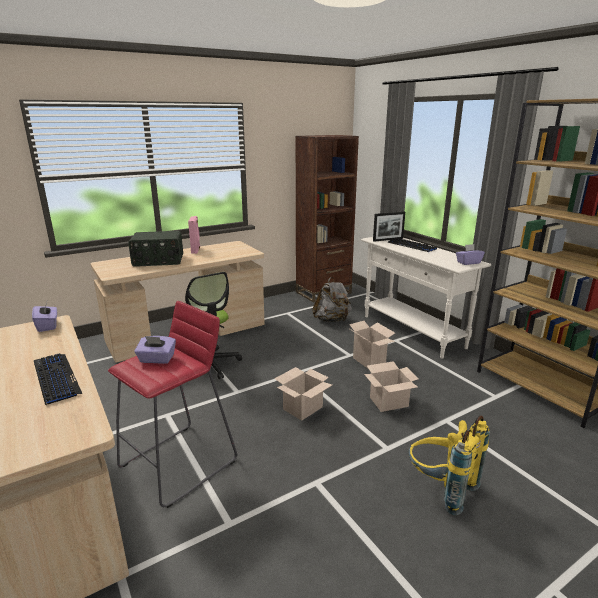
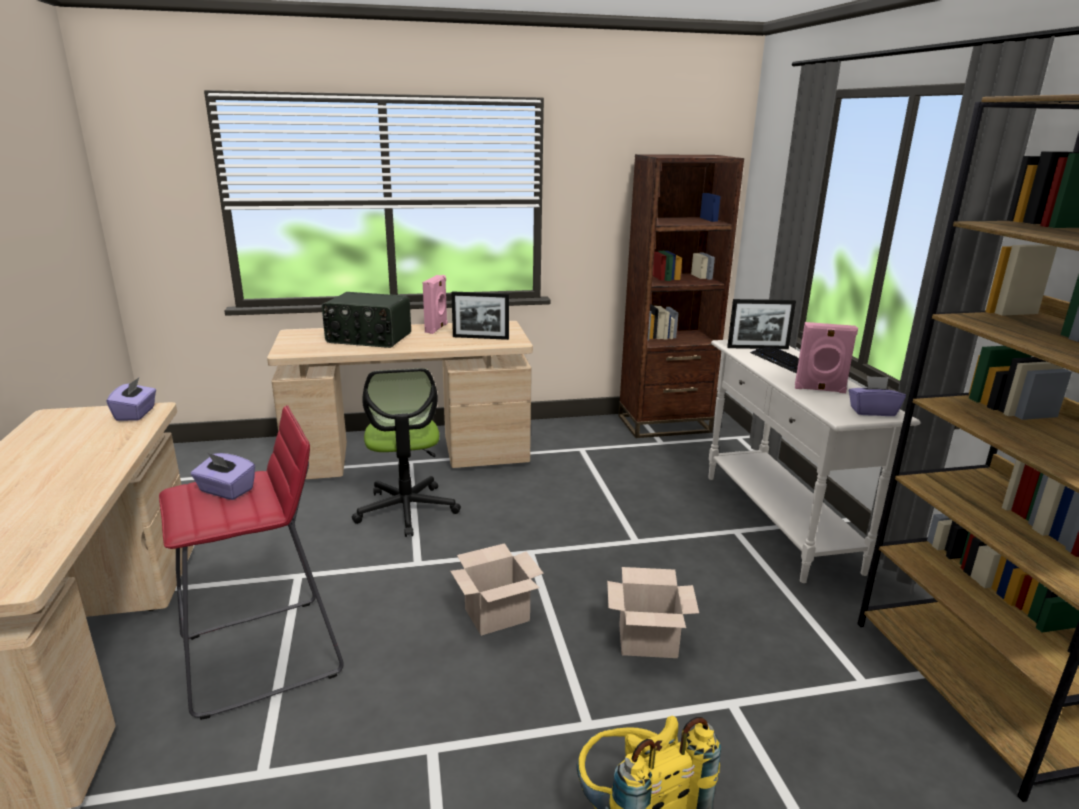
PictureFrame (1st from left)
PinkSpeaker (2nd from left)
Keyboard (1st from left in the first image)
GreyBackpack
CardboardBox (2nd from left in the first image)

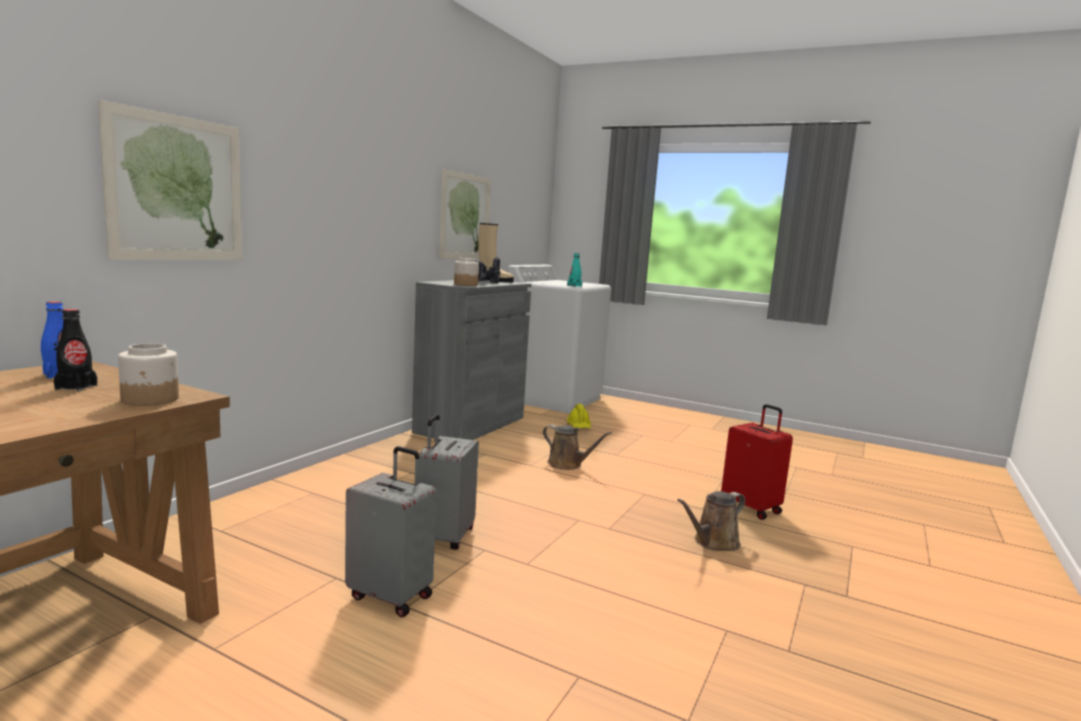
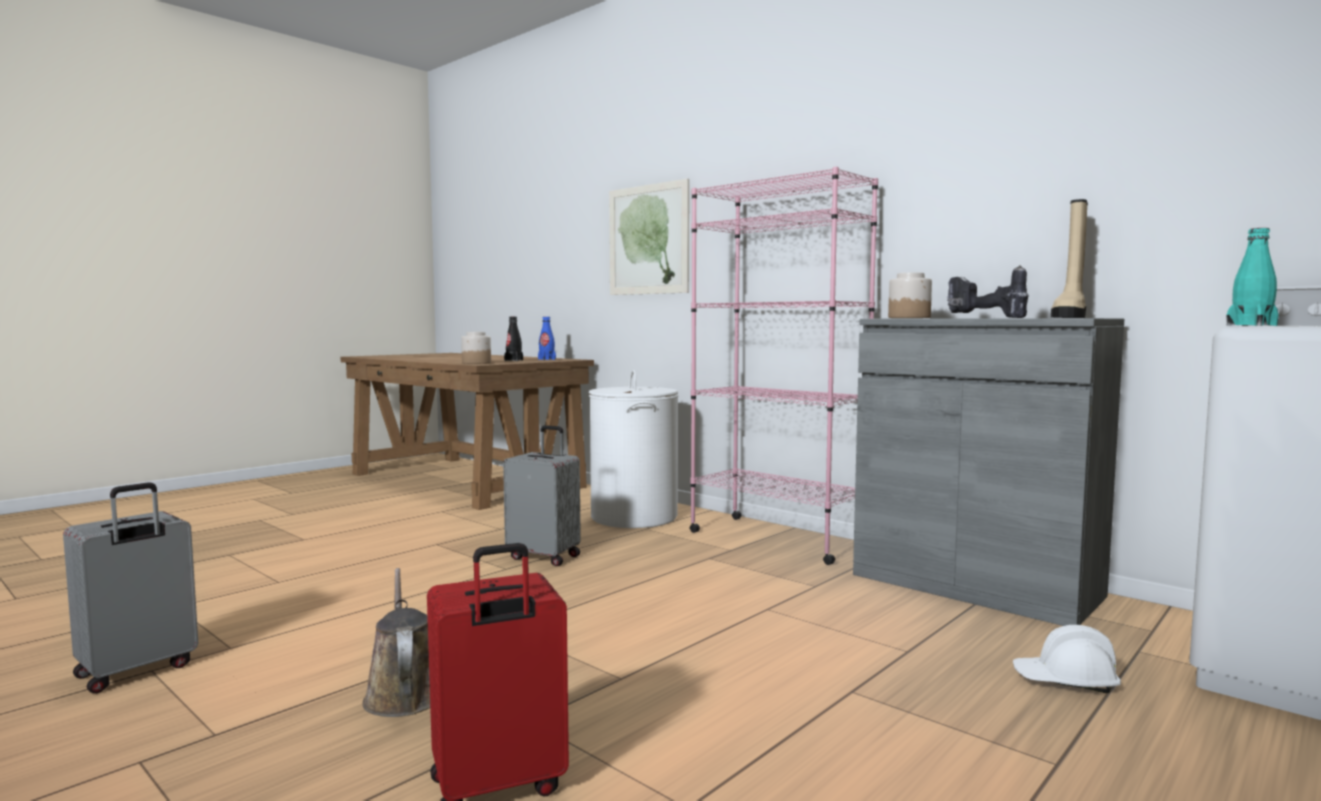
GreySuitcase (1st from left)
WhiteLaundryBasket
PinkBookcase
WhiteHardHat
Picture (2nd from left in the first image)
BrownWateringCan (1st from left in the first image)

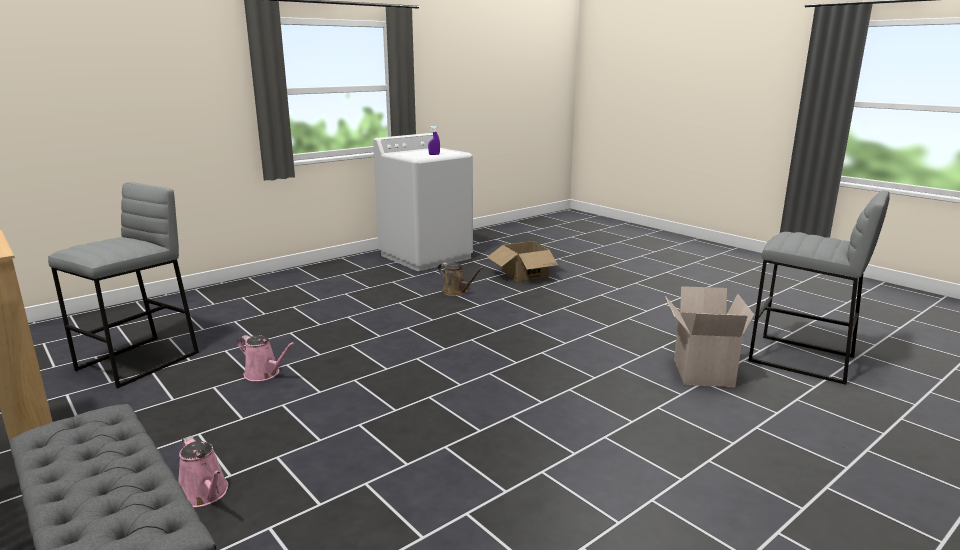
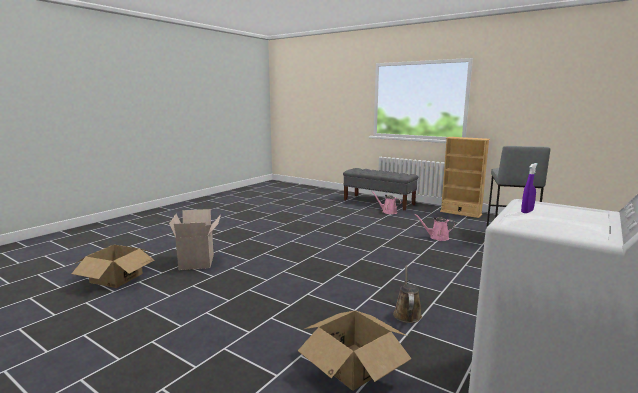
CardboardBox (1st from left)
BrownWateringCan

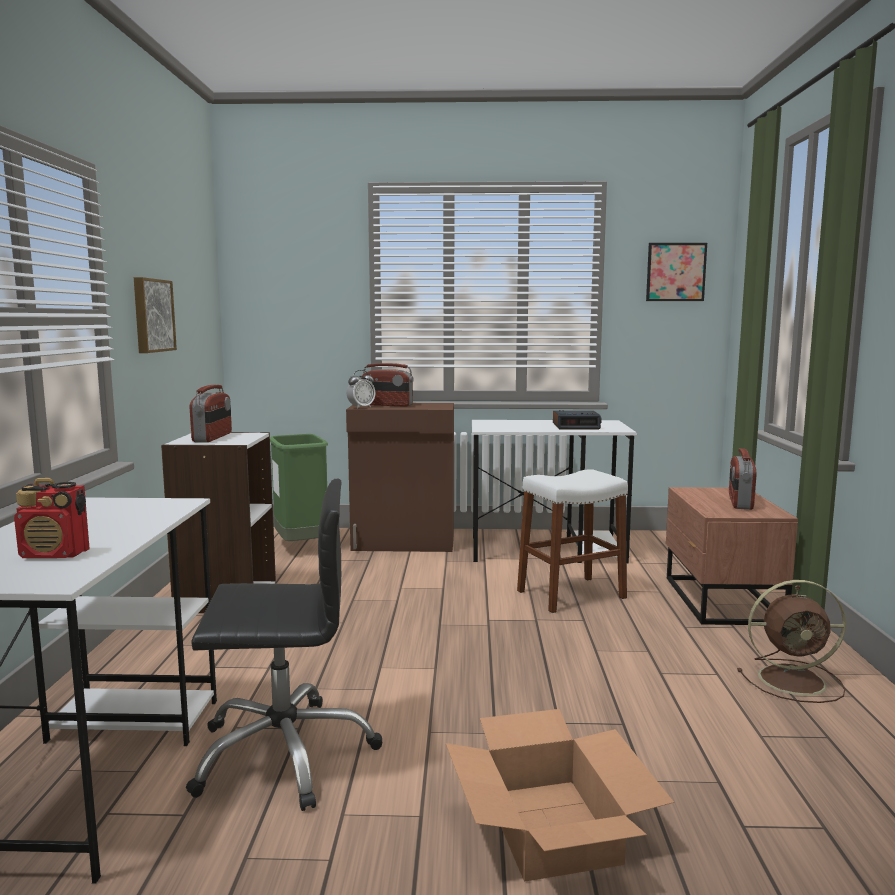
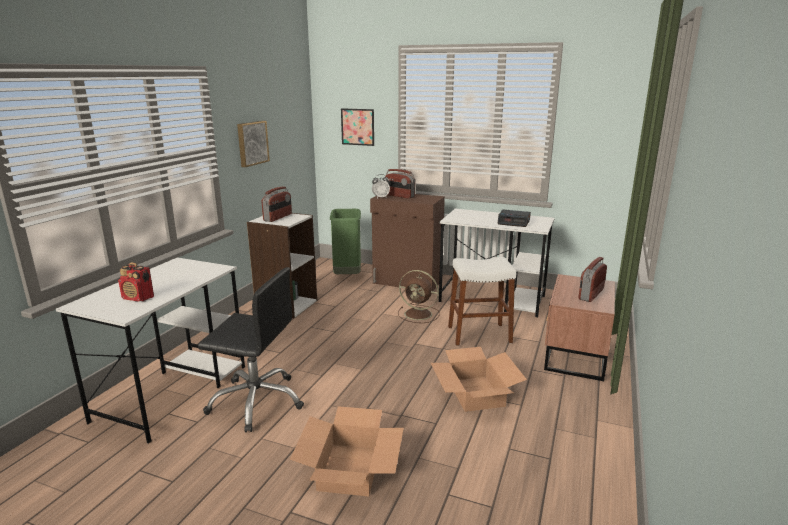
Picture (2nd from left)
BrownFan
CardboardBox (2nd from left)

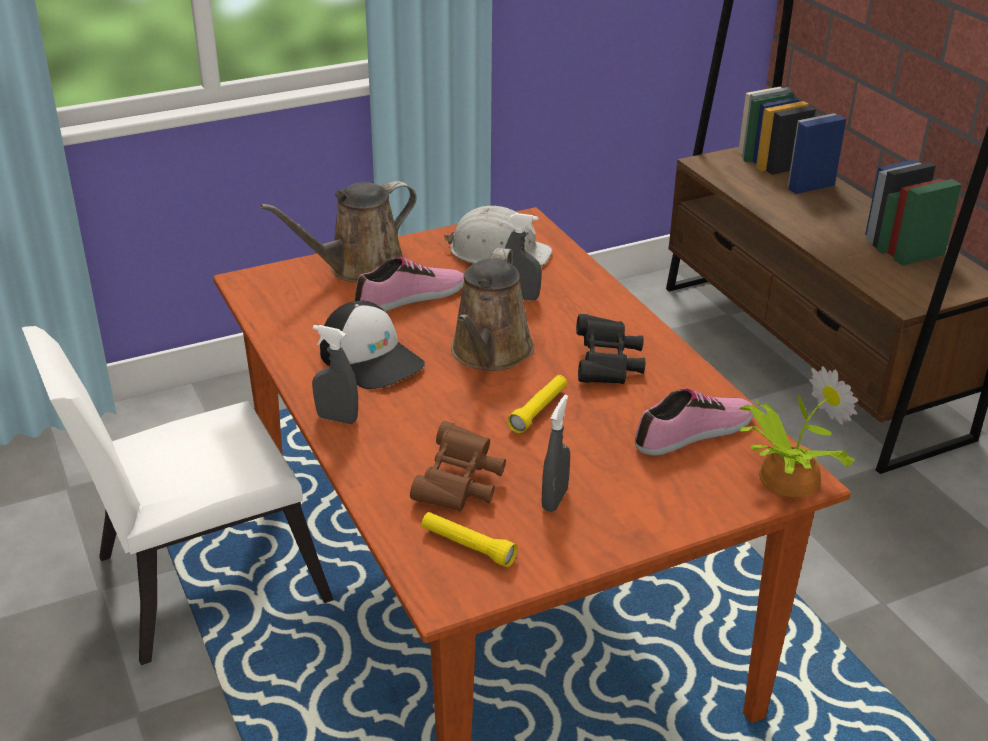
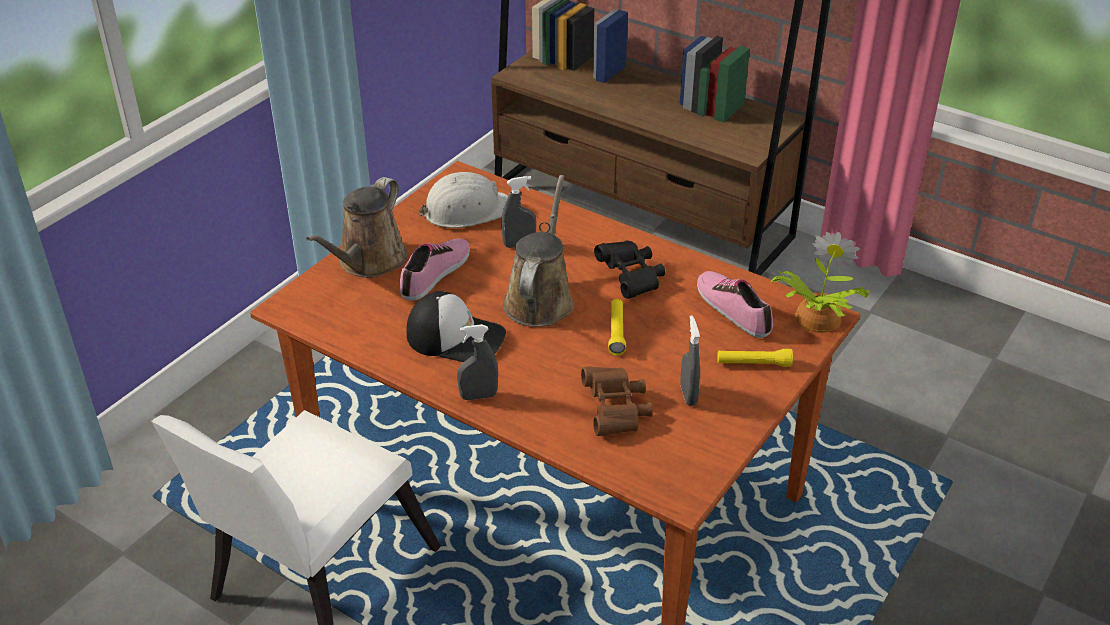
BrownWateringCan (2nd from left)
Shoe (2nd from left)
YellowFlashlight (2nd from left)

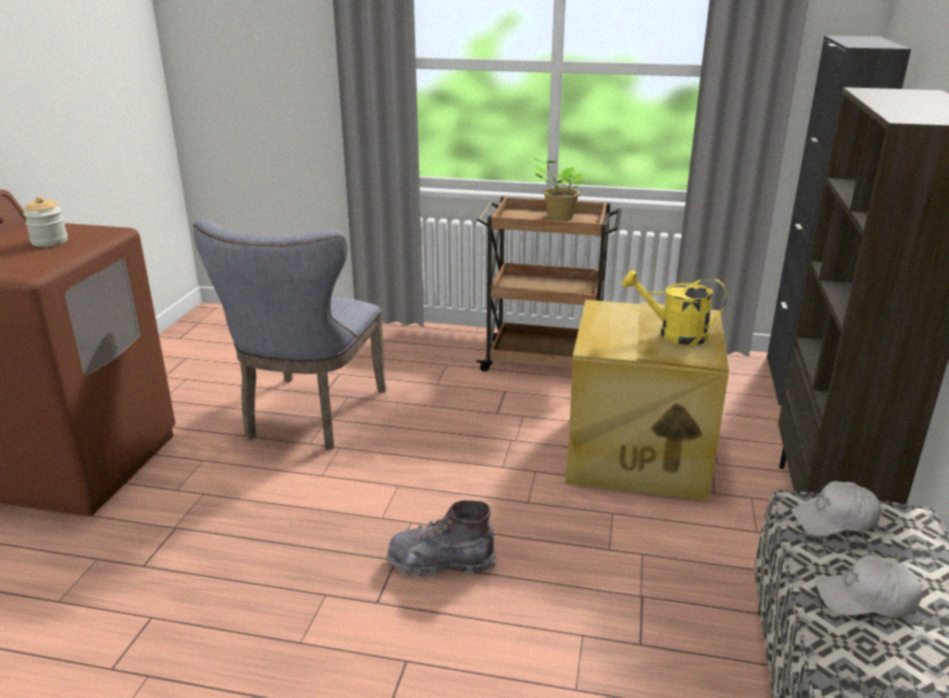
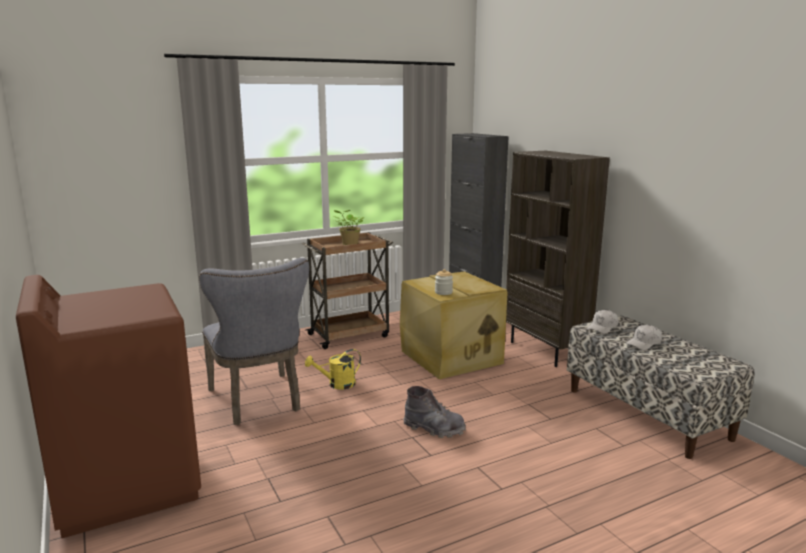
YellowWateringCan
GreyBoot
Jar

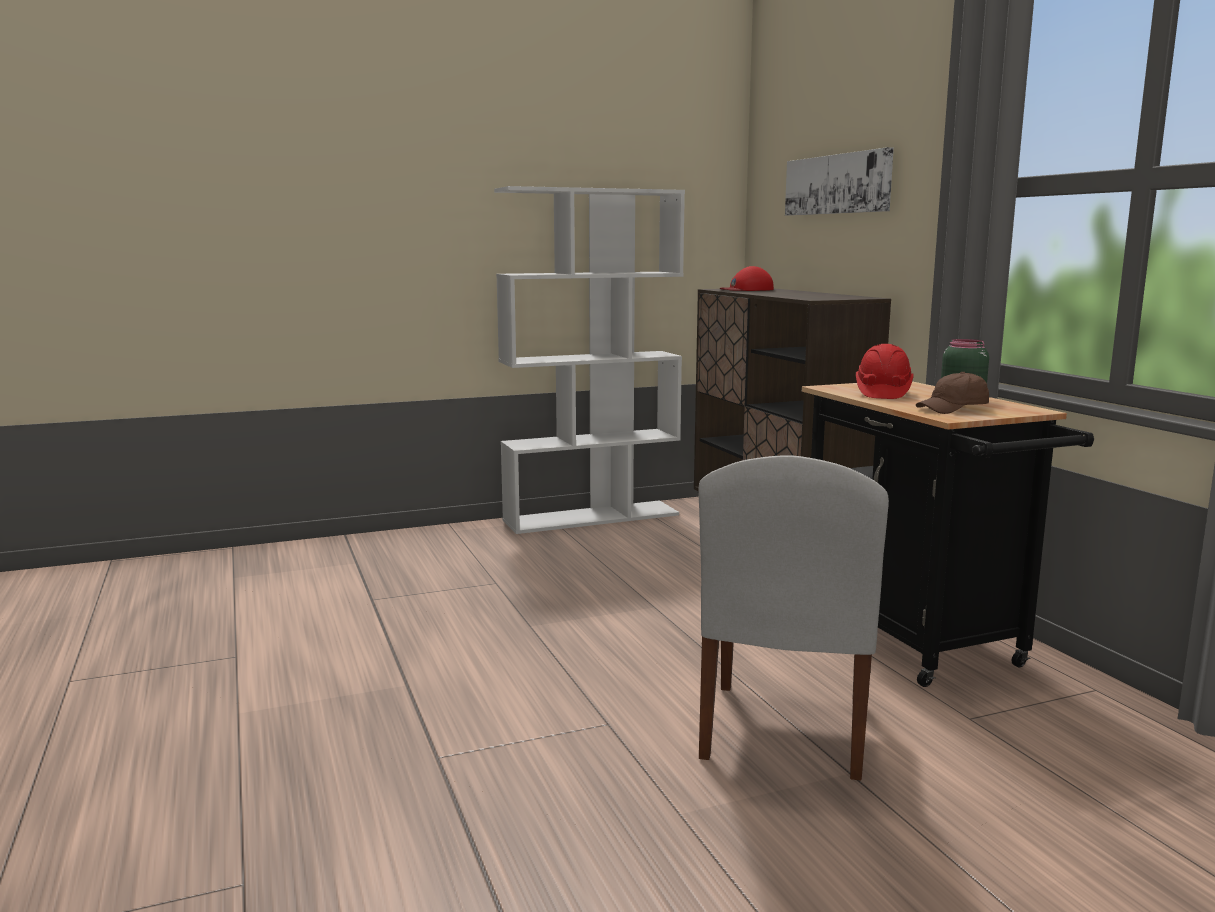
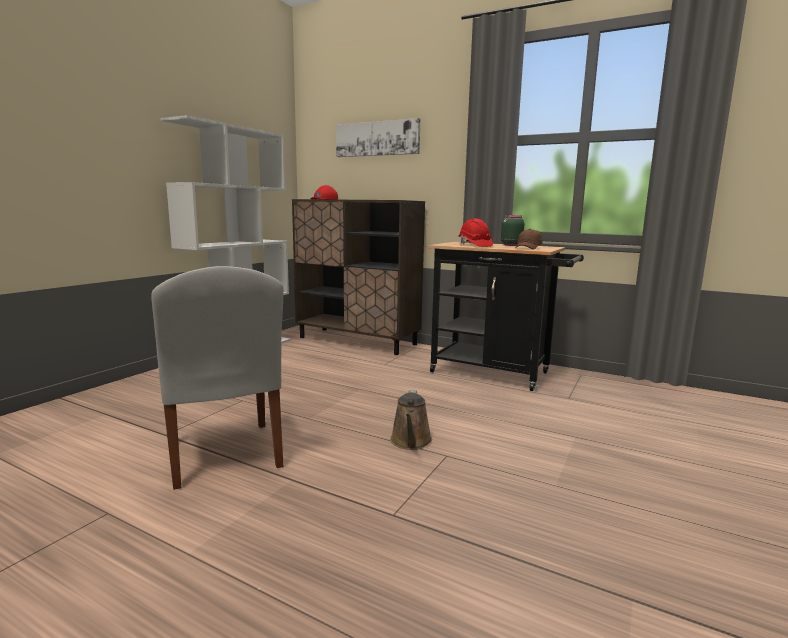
WhiteChair
BrownWateringCan

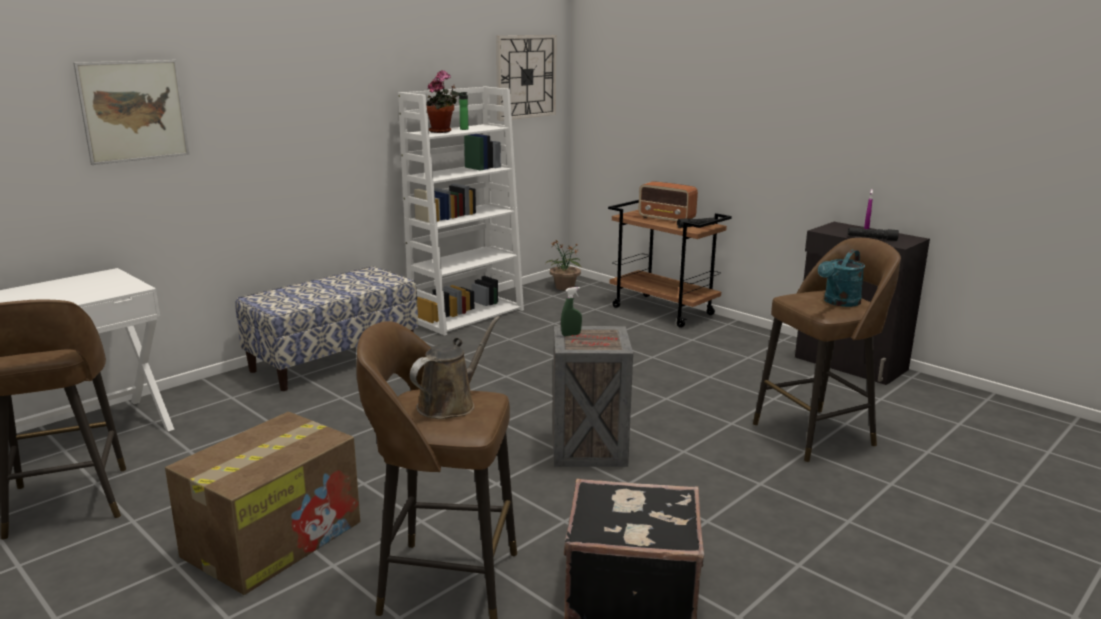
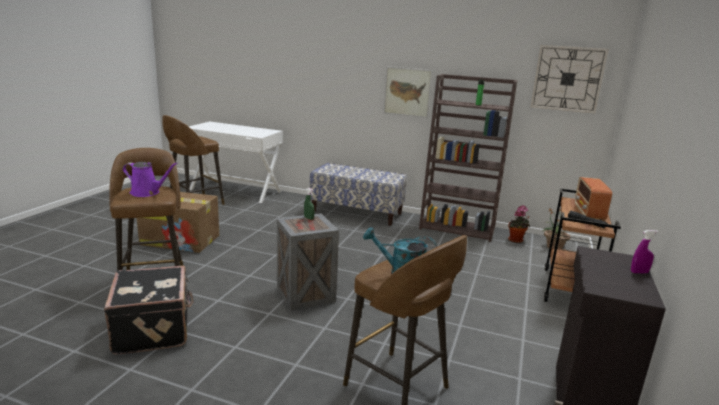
PurpleWateringCan
Picture
BrownBookcase
PottedPlant (1st from left)
BlackFlashlight (2nd from left in the first image)

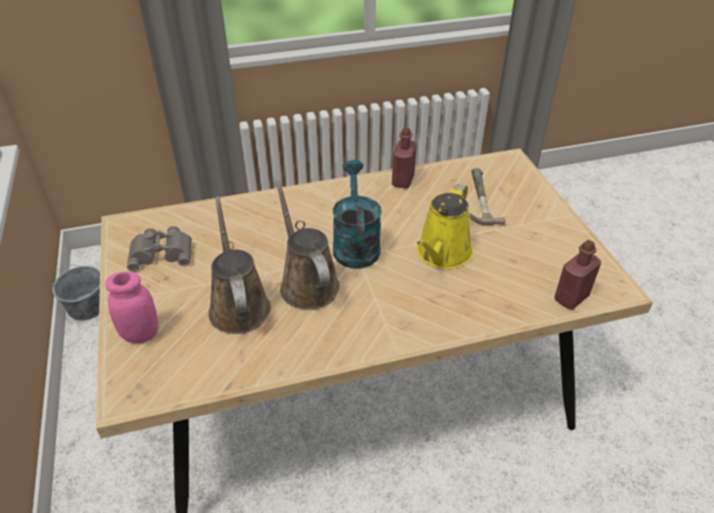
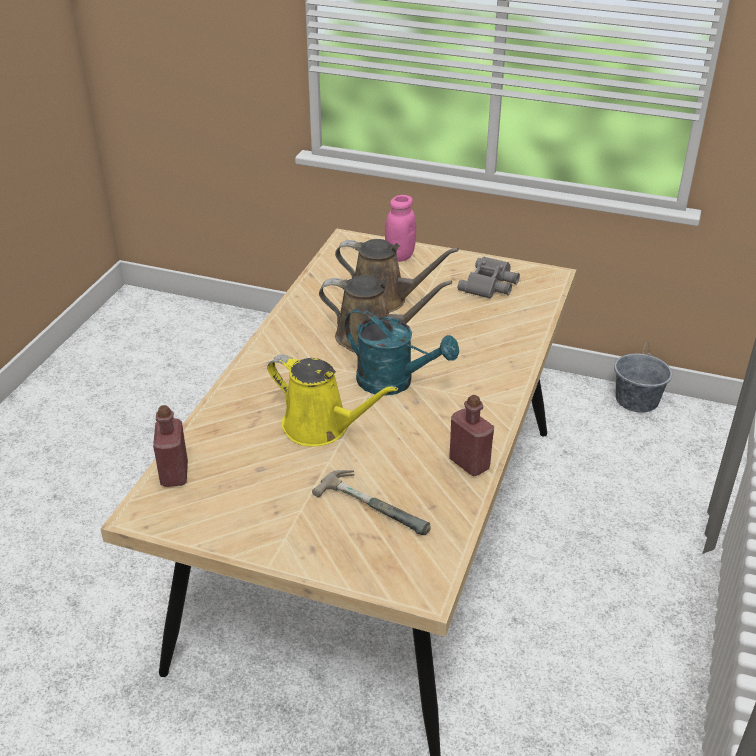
YellowWateringCan

